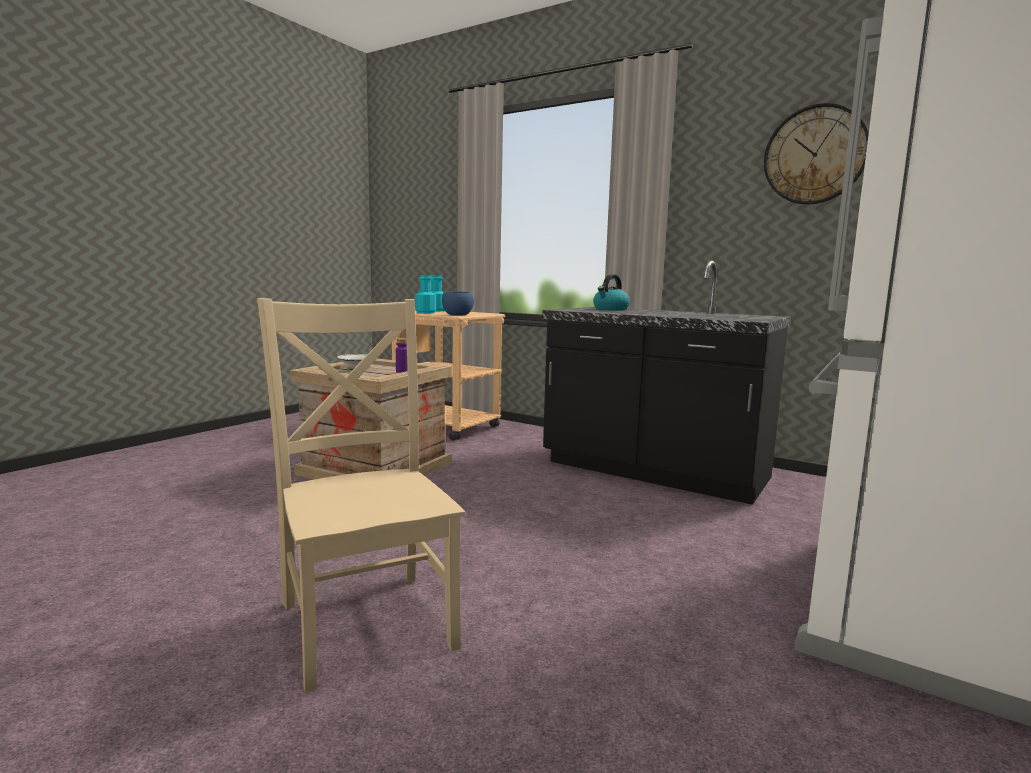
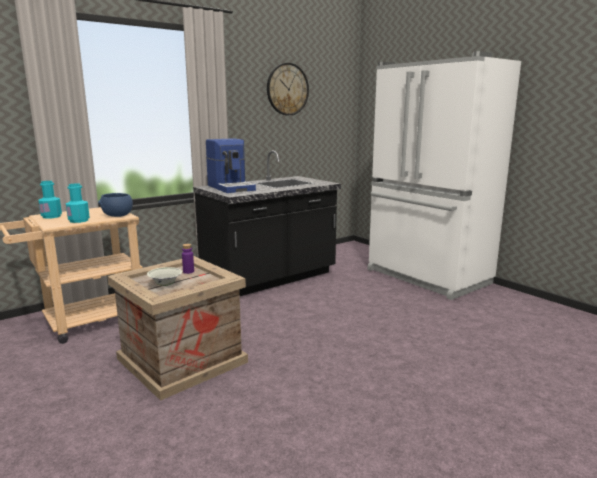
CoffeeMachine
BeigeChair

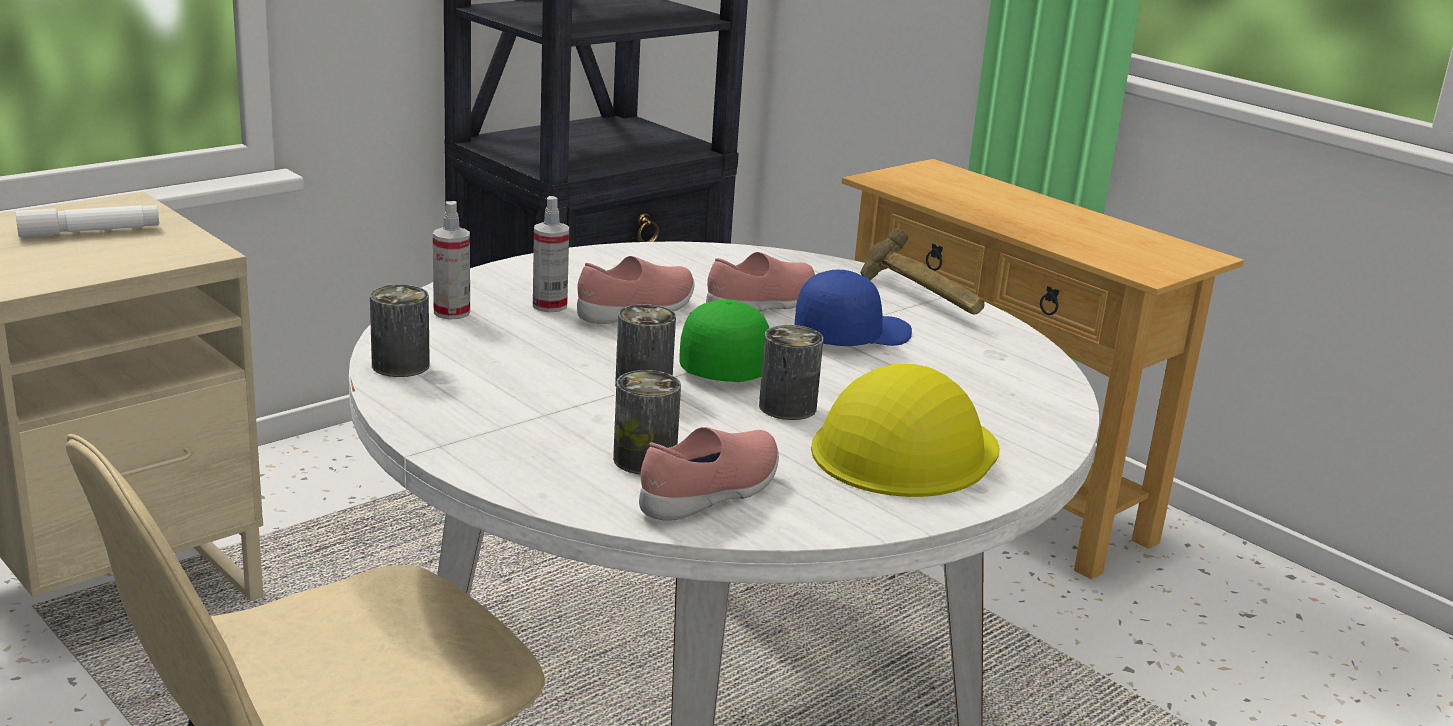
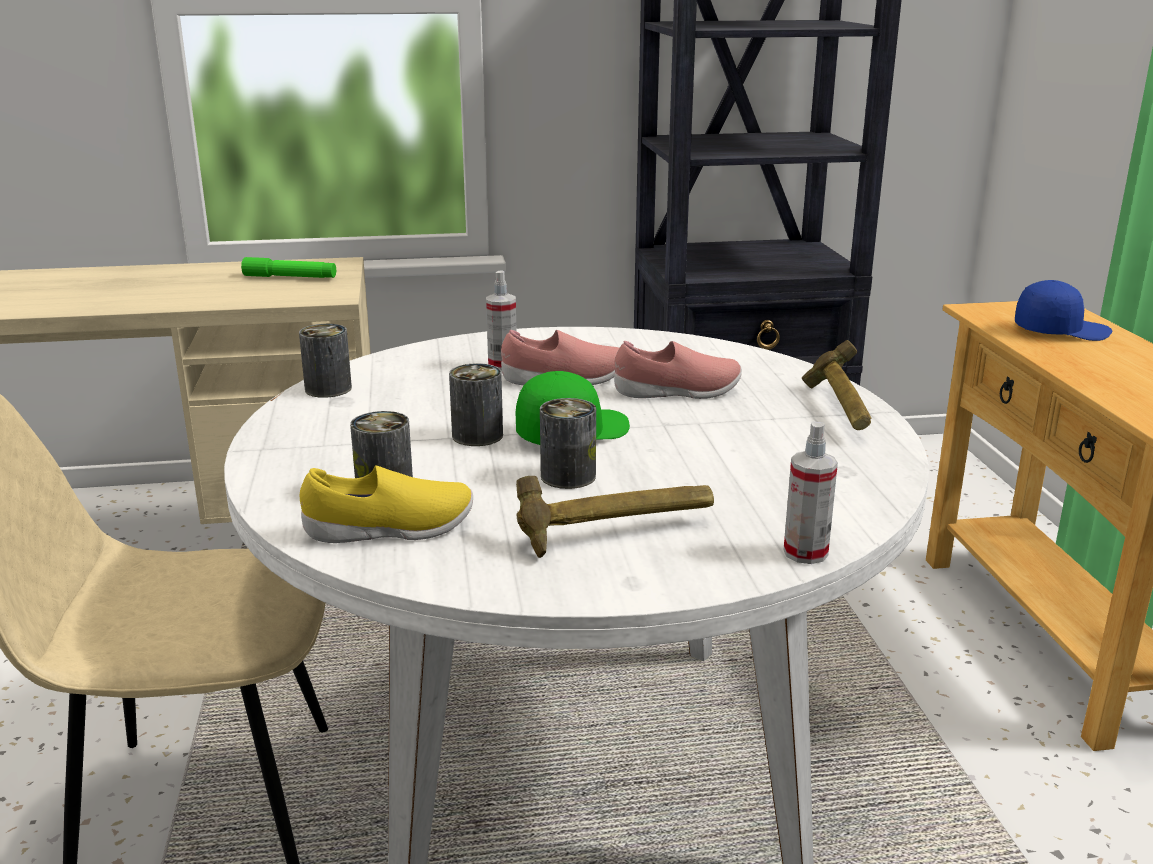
GreenFlashlight
YellowShoe
Hammer (1st from left)
SprayBottle (2nd from left)
BlueCap

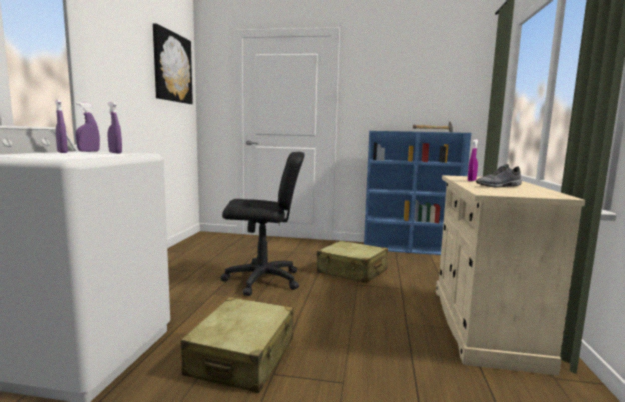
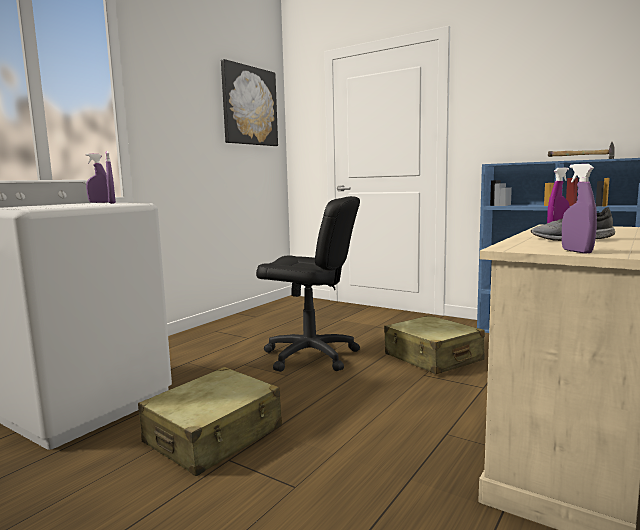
PurpleSprayBottle (4th from left)

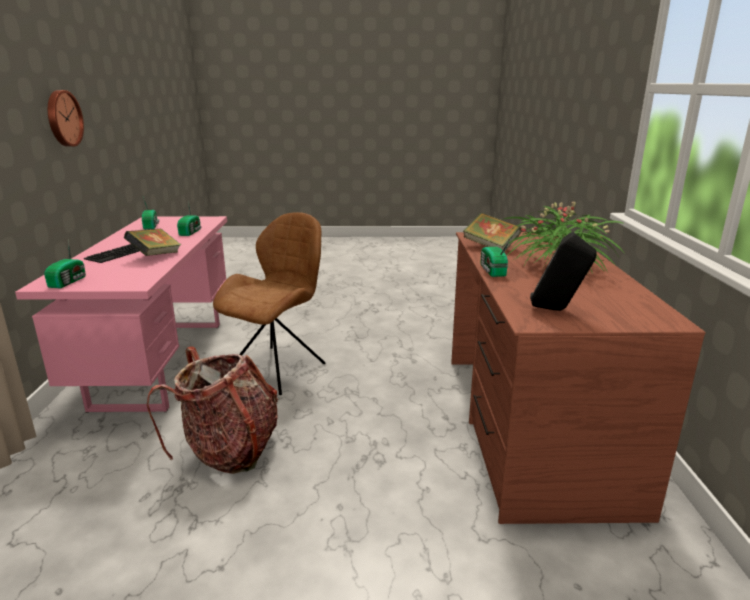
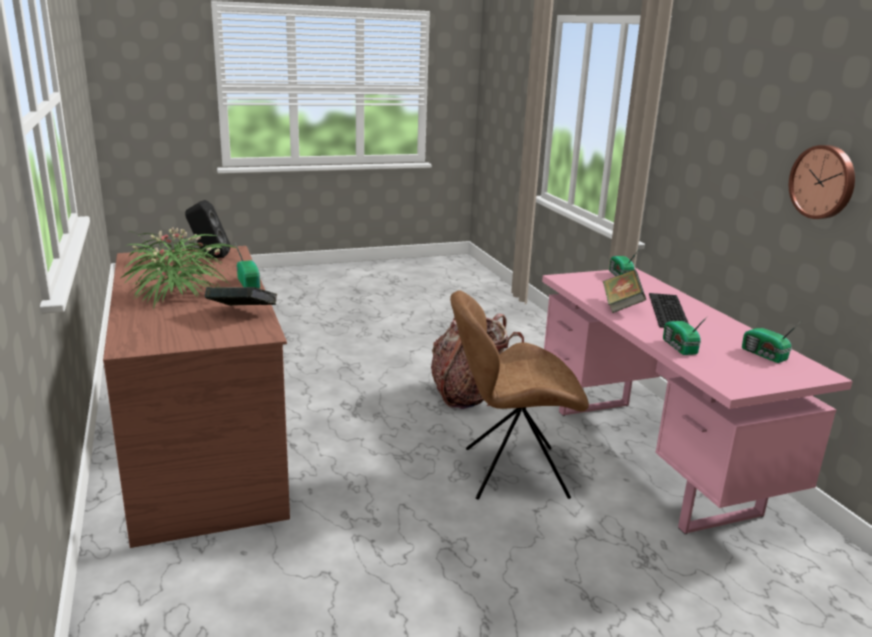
BrownChair

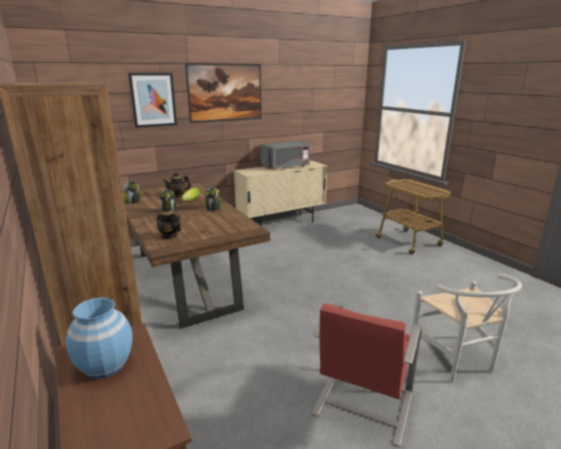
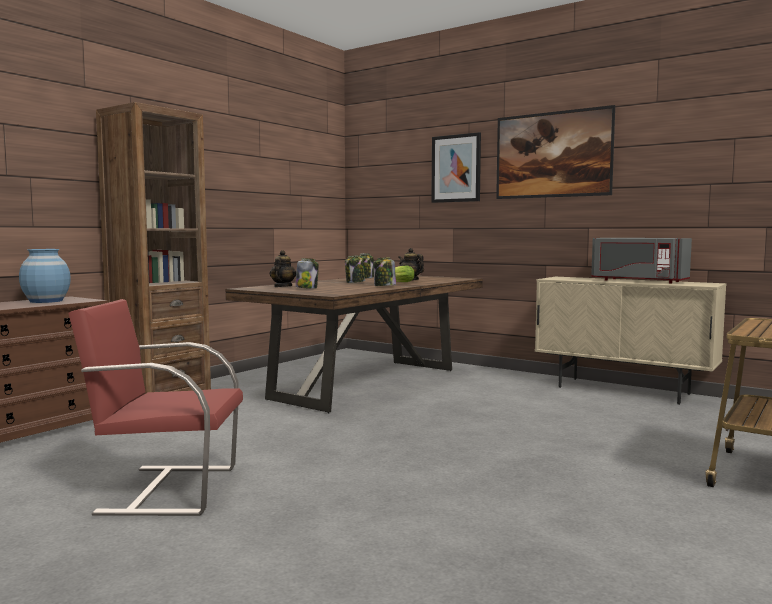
Jar (1st from left)
WhiteChair

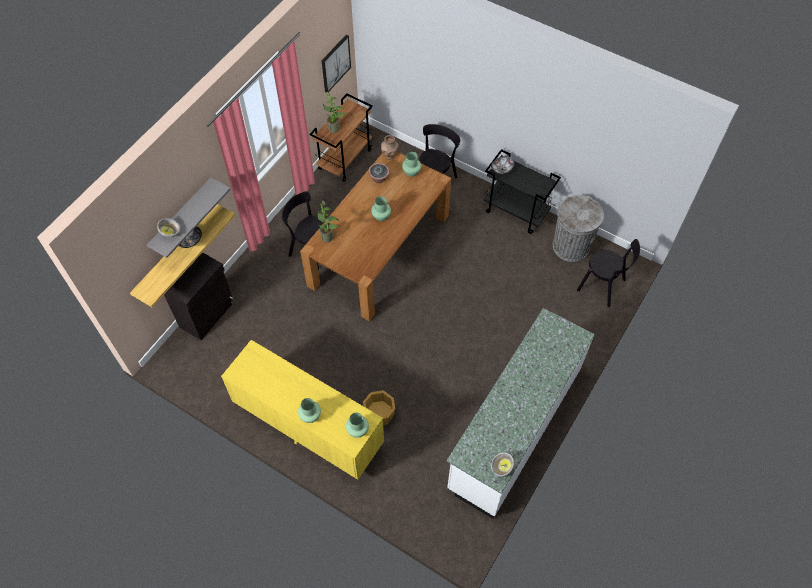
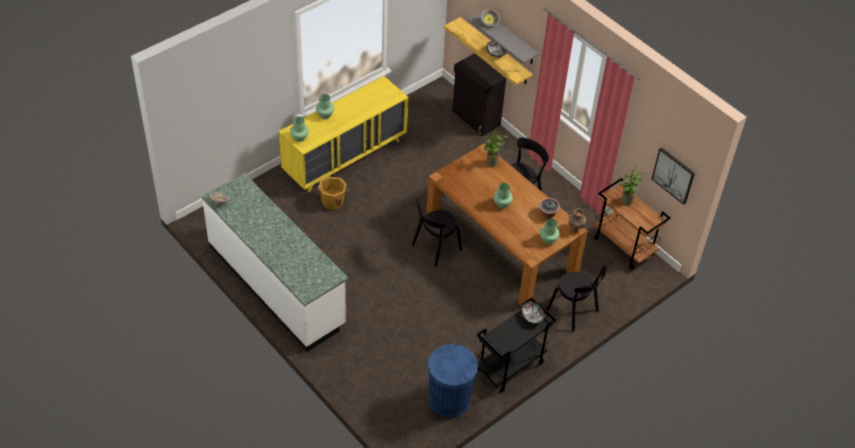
BlackChair (1st from left)
BlueTrashCan

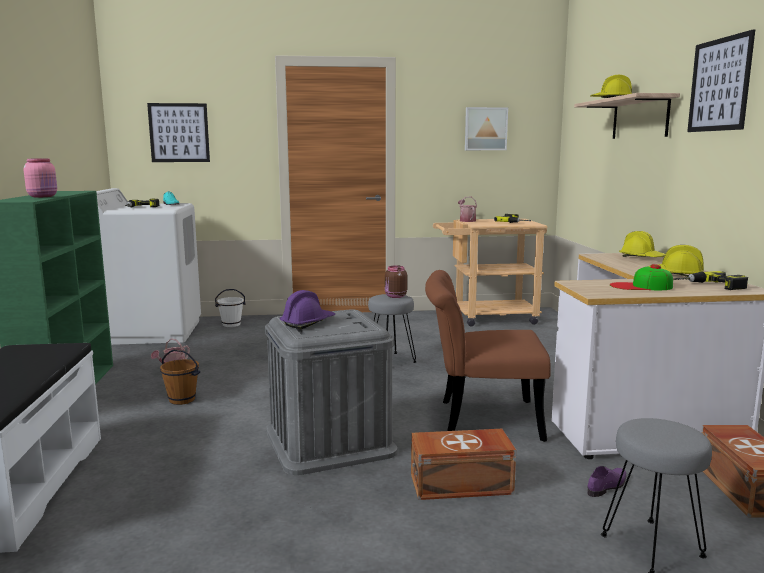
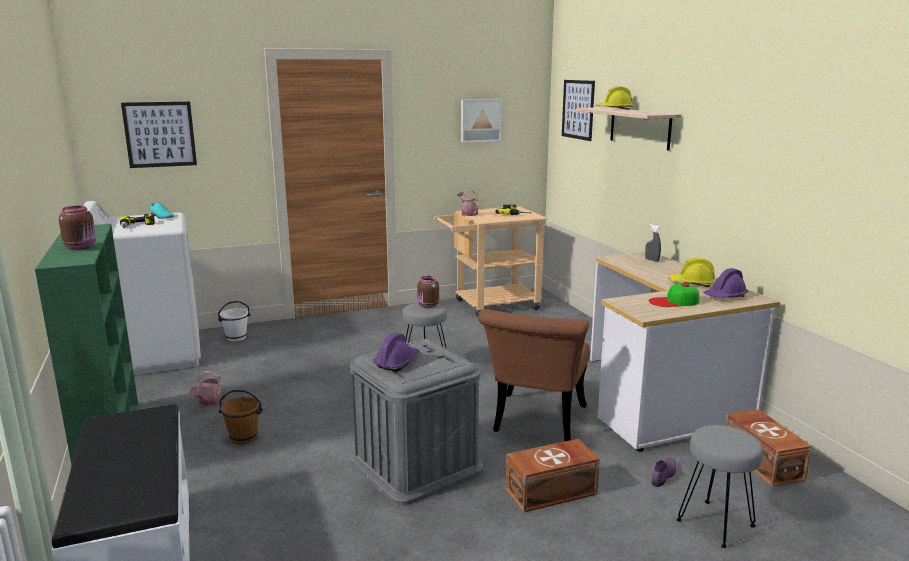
BrownJar (1st from left)
BrownChair
Picture (3rd from left)
GreySprayBottle
PurpleHardHat (2nd from left)

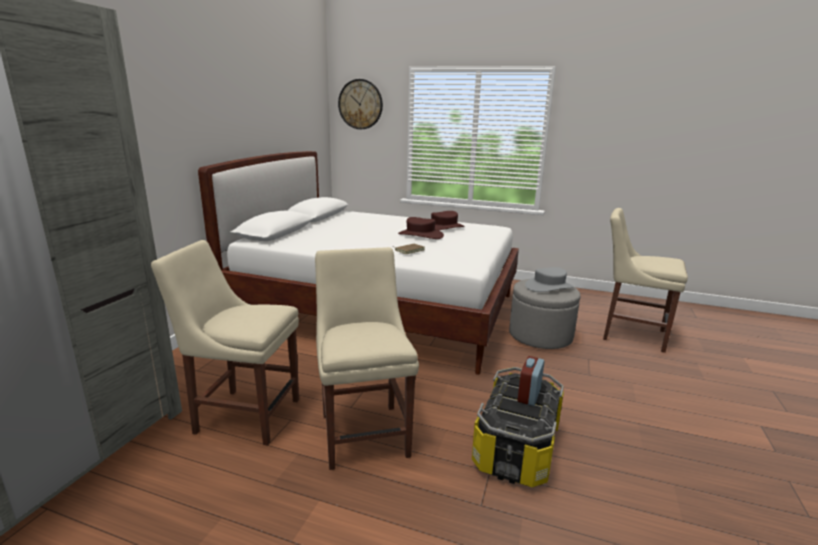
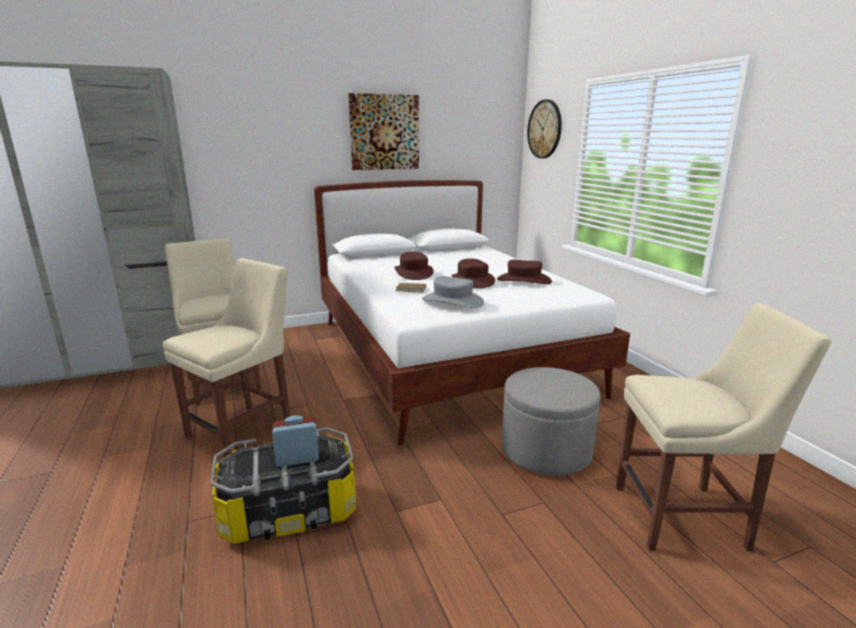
Picture
BrownHat (1st from left)
GreyHat
BeigeChair (3rd from left)

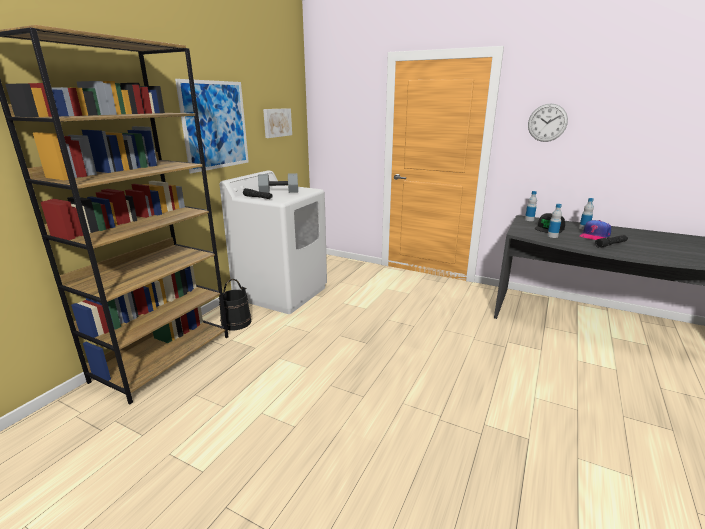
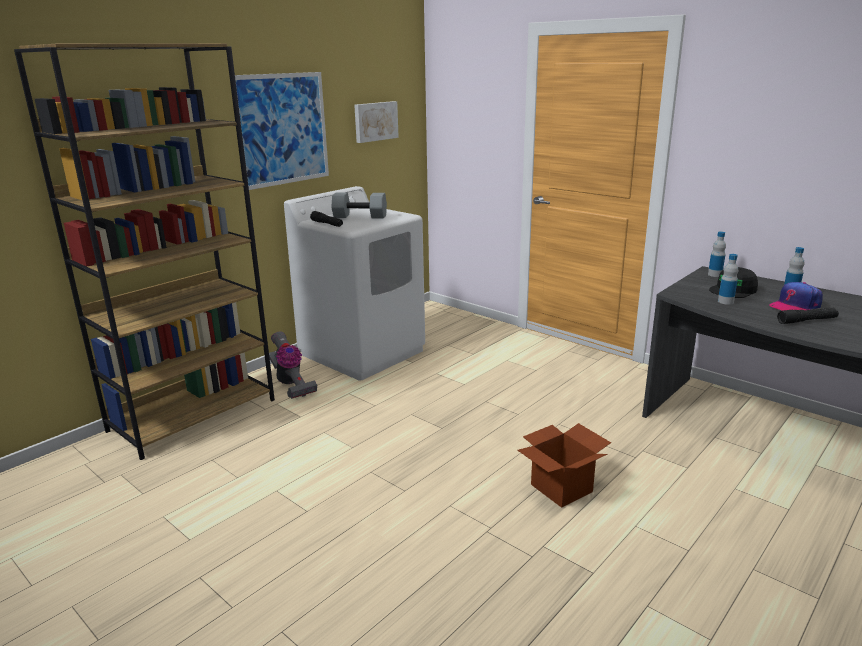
VacuumCleaner
CardboardBox
WallClock

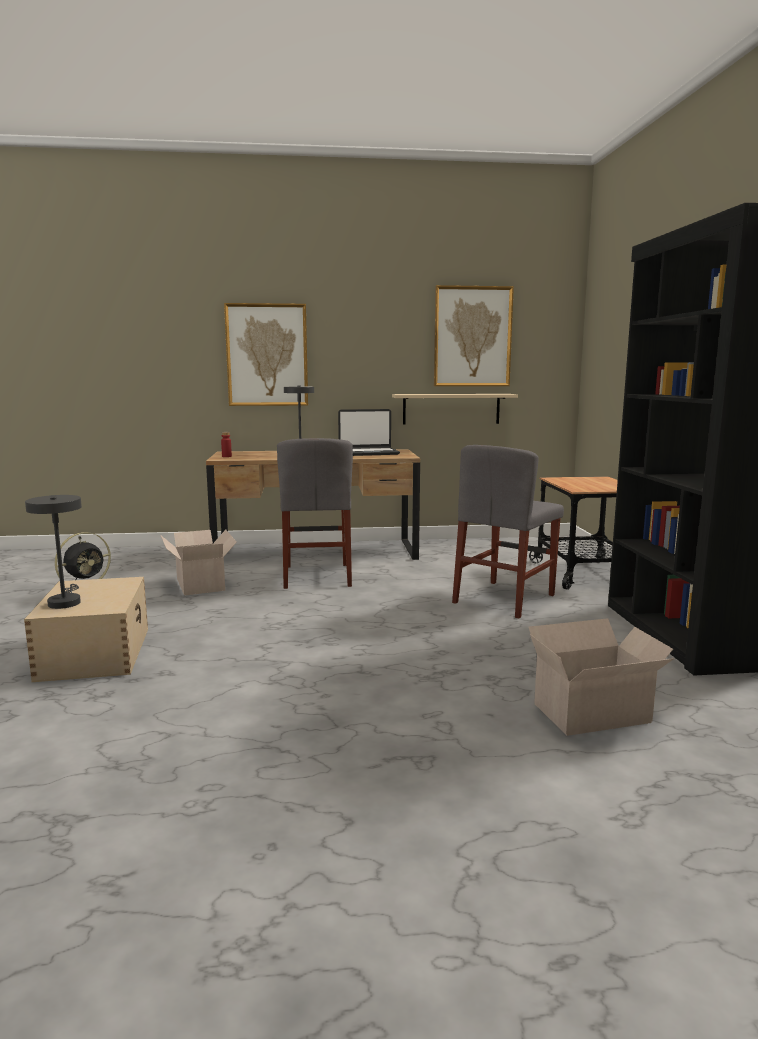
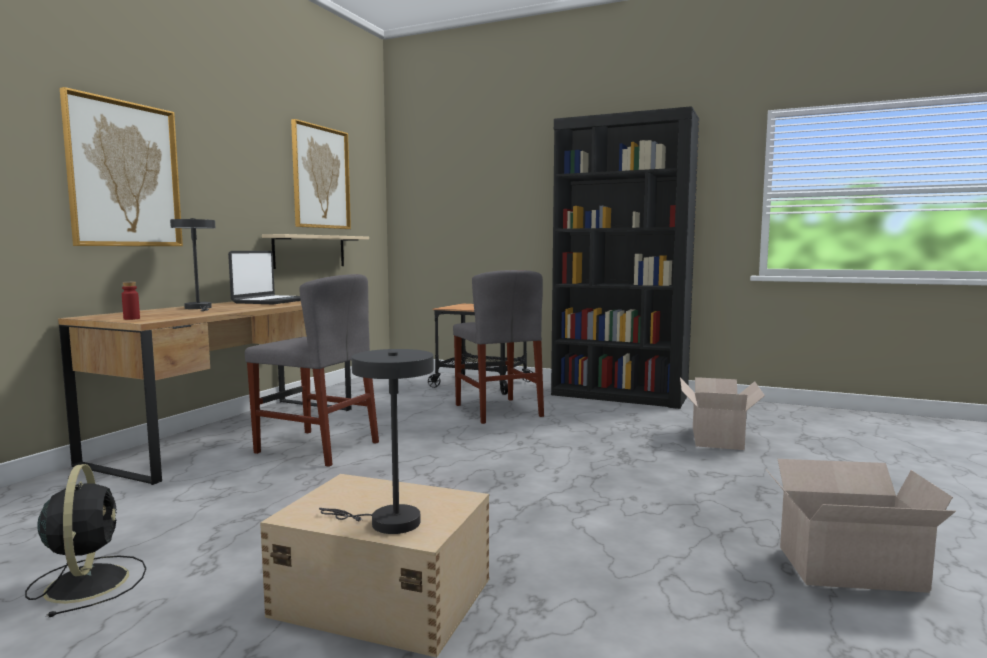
CardboardBox (2nd from left)

